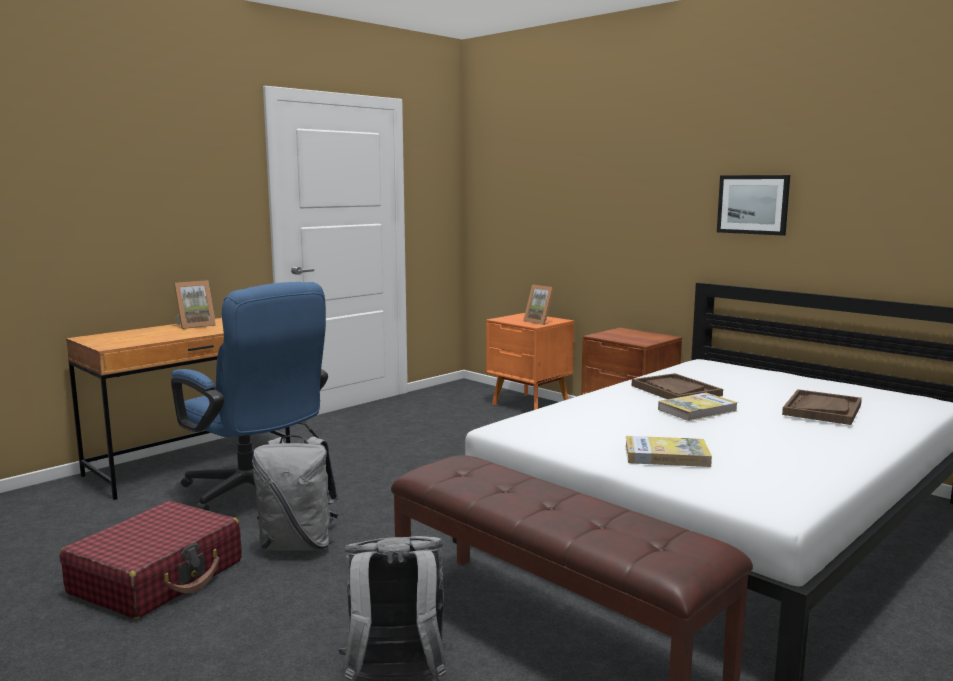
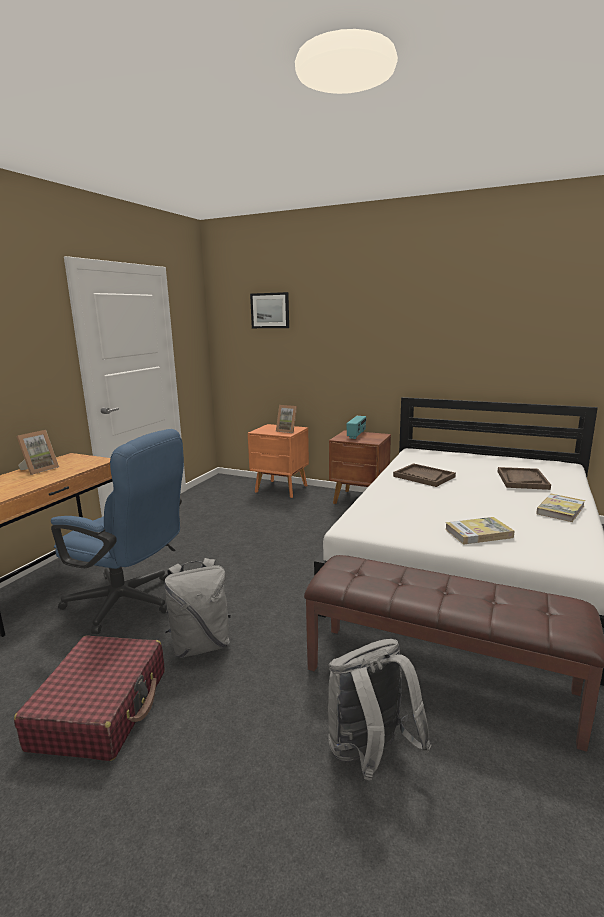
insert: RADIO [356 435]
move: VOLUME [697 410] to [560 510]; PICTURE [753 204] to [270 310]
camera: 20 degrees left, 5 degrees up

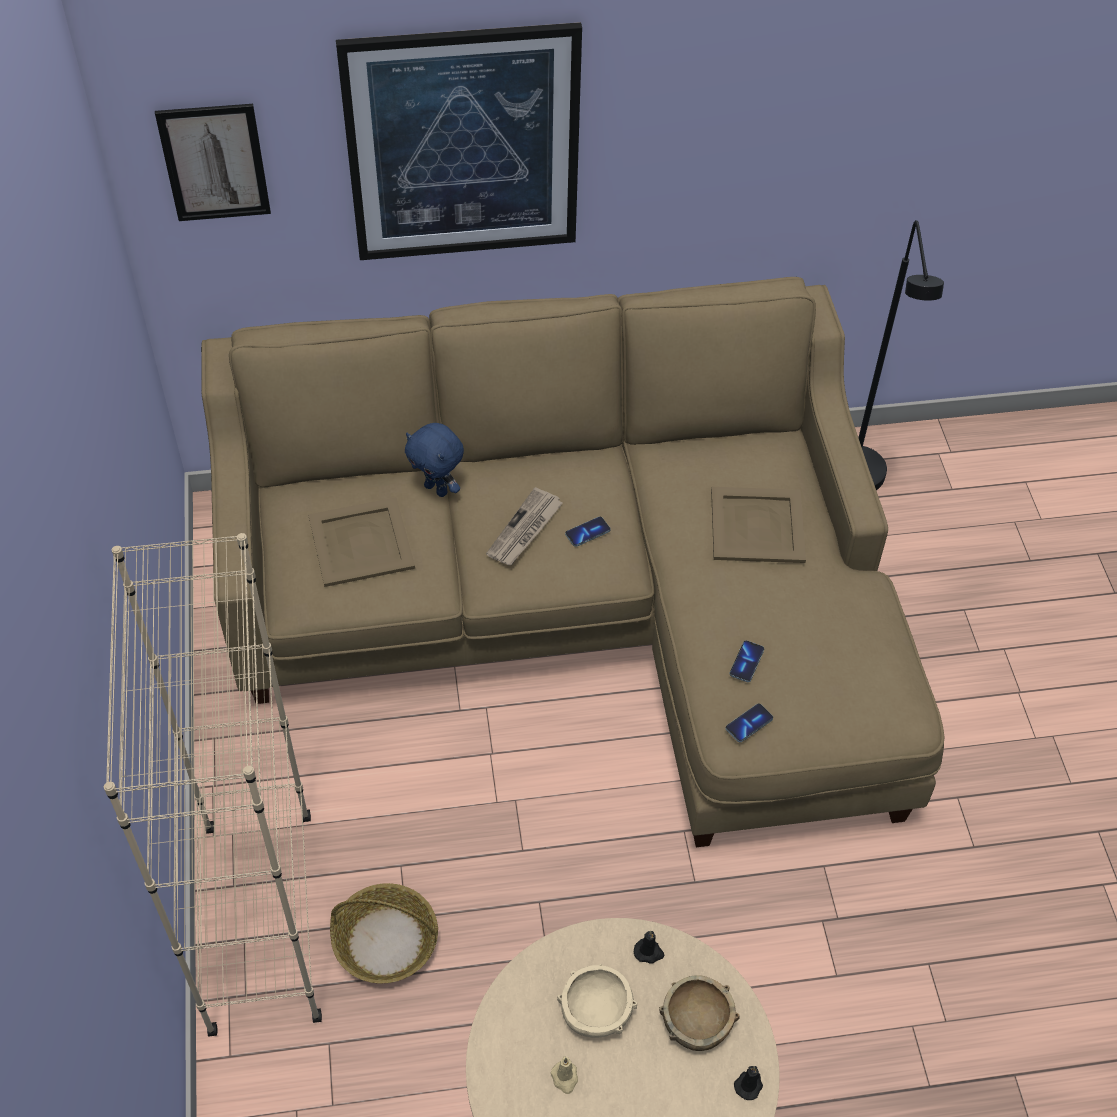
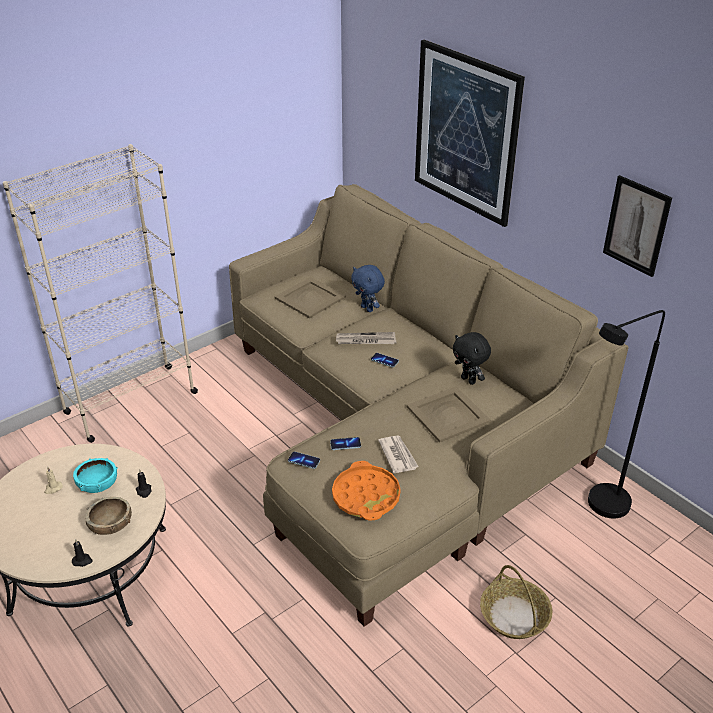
insert: ORANGEY CARRYING TRAY [366 496]; PRINTED PAPER [398 455]; BLACKISH PLUSH TOY [469 380]
move: PICTURE [214 162] to [636 226]; STORAGE BASKET [386 941] to [514 616]
recolor: BEIGE DEEP DISH [596 1011] to TURQUOISE DEEP DISH [97 485]
rotate: BLUE PLUSH TOY [437 489] = [367 308] 45 degrees counterclockwise
camera: 60 degrees right, 15 degrees down

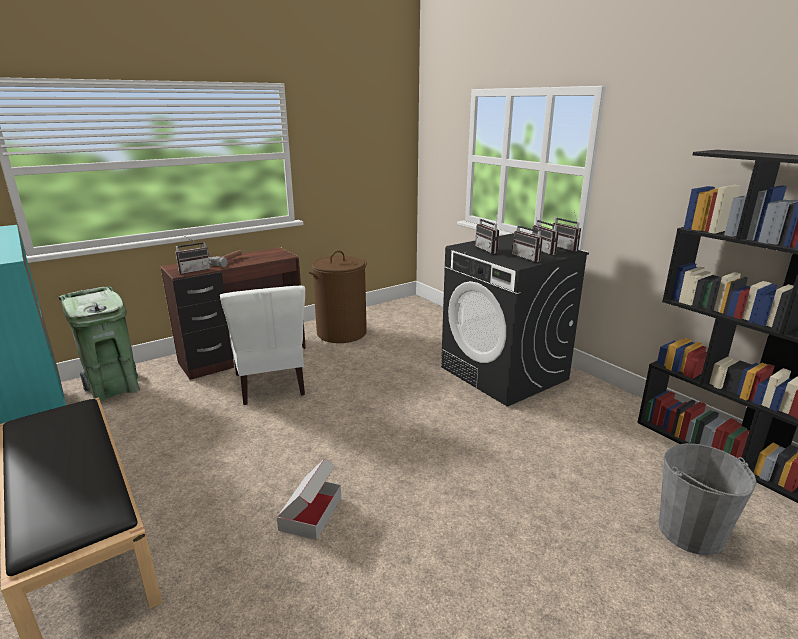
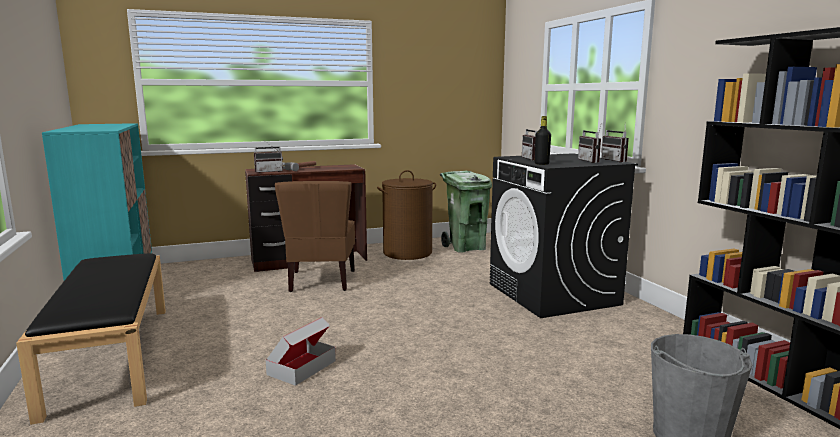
delete: RADIO [529 258]
insert: BLACKISH BOTTLE [541 164]
move: GREEN-COLOURED RUBBISH BIN [114 388] to [466 247]
recolor: WHITE-COLOURED UPRIGHT CHAIR [271 384] to BROWNISH UPRIGHT CHAIR [321 281]
camera: 15 degrees right, 10 degrees down

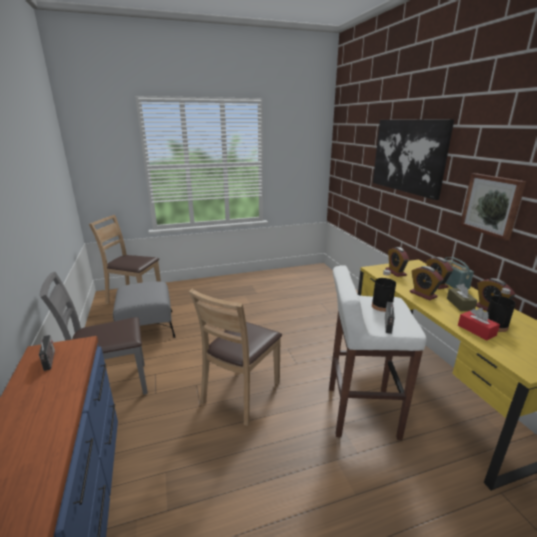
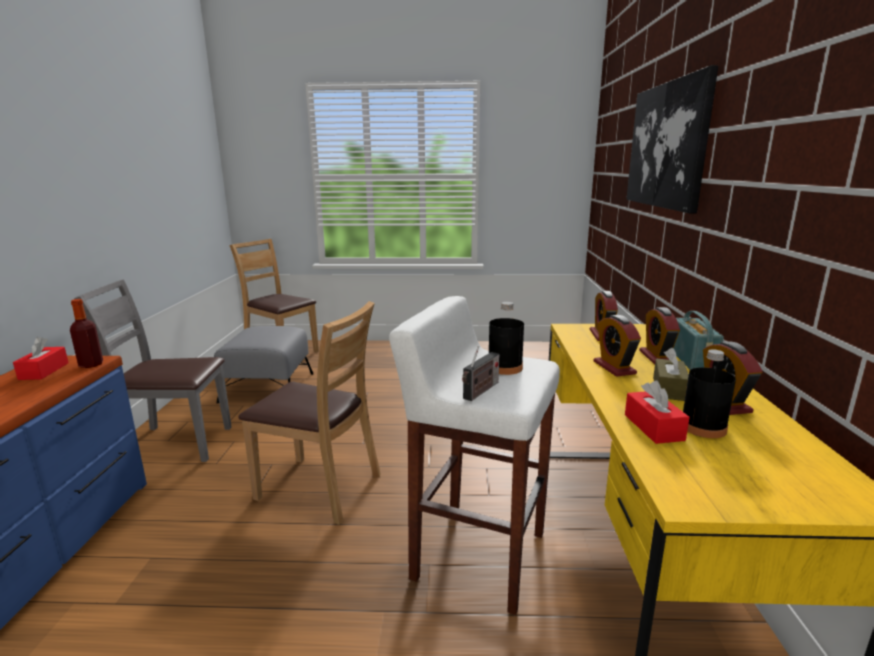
delete: PICTURE [491 205]
insert: BOTTLE [91 364]
replace: RADIO [50 361] to RED-COLOURED TISSUE HOLDER [44 371]
rotate: BROWNISH UPRIGHT CHAIR [241 393] = [320 488] 120 degrees counterclockwise
camera: 20 degrees right, 5 degrees down

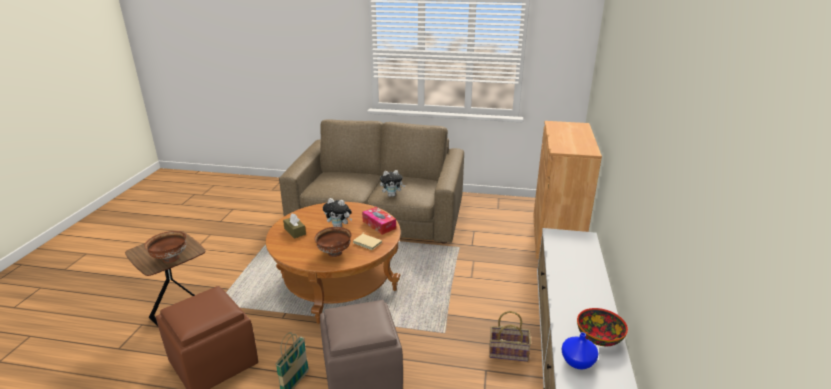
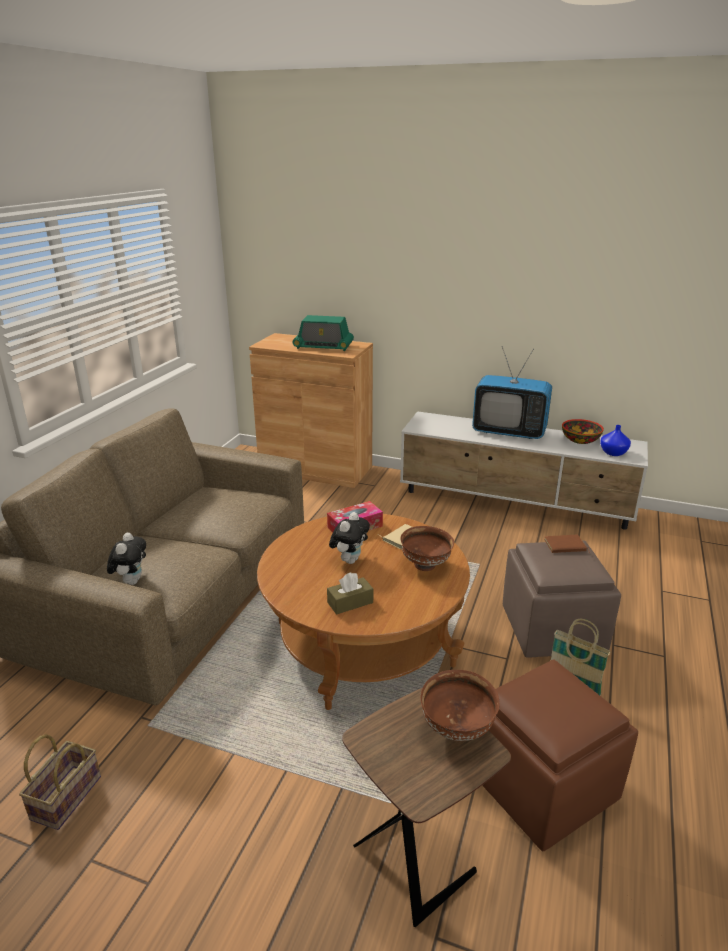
insert: RADIO [323 346]; TELEVISION [509 432]; BROWNISH VOLUME [565 547]
move: PLUSH TOY [392 195] to [131 581]; STORAGE BASKET [509 352] to [66 796]
camera: 80 degrees left, 0 degrees up

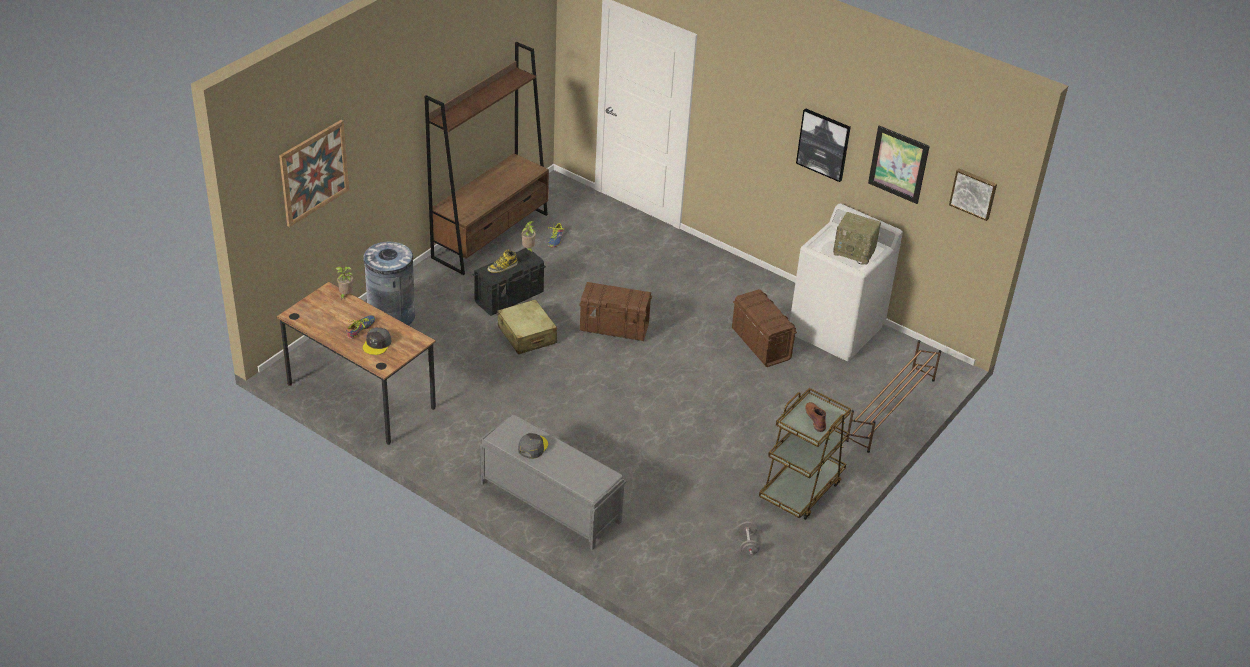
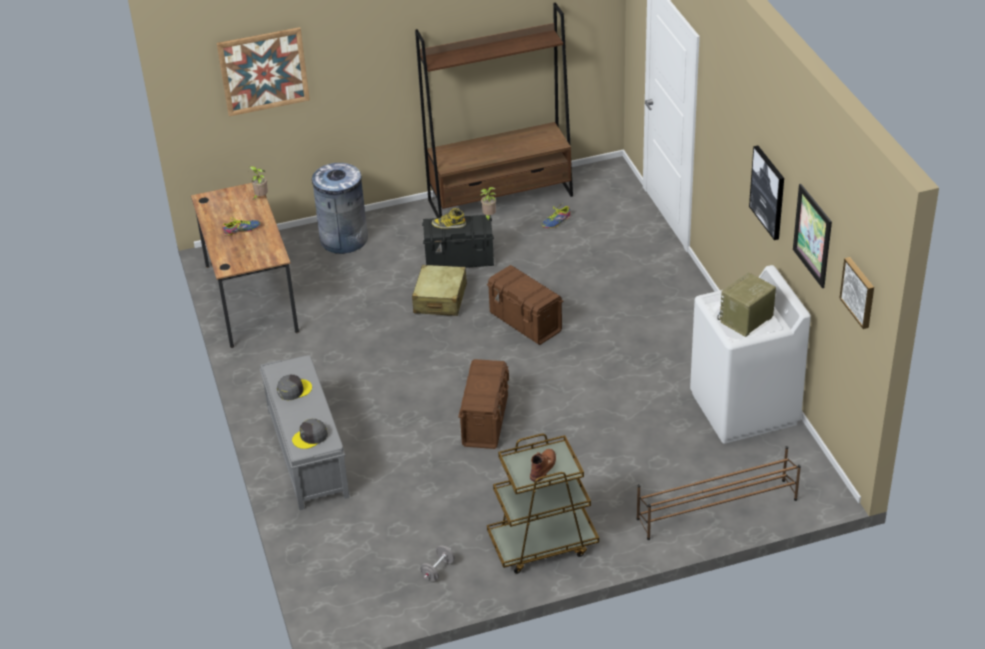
move: GRAY CAP [377 344] to [310 437]; BROWNISH STORAGE BIN [761 343] to [485 421]
rotate: RADIO [855 252] = [746 321] 75 degrees clockwise
camera: 40 degrees right, 0 degrees up

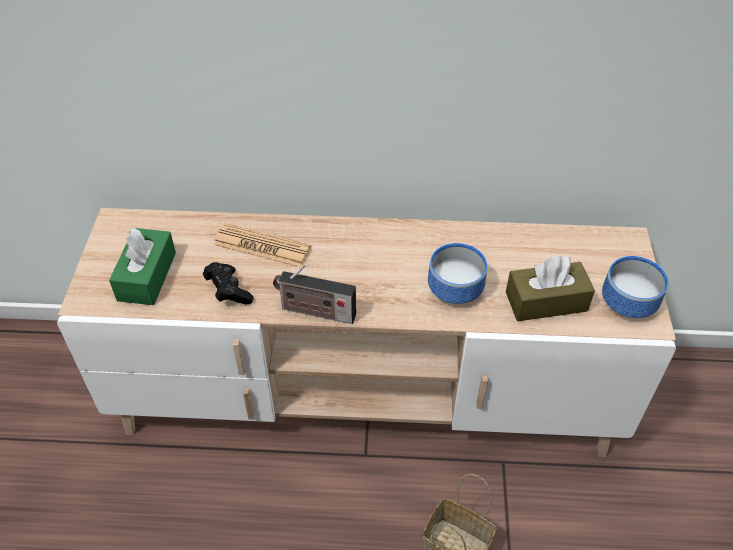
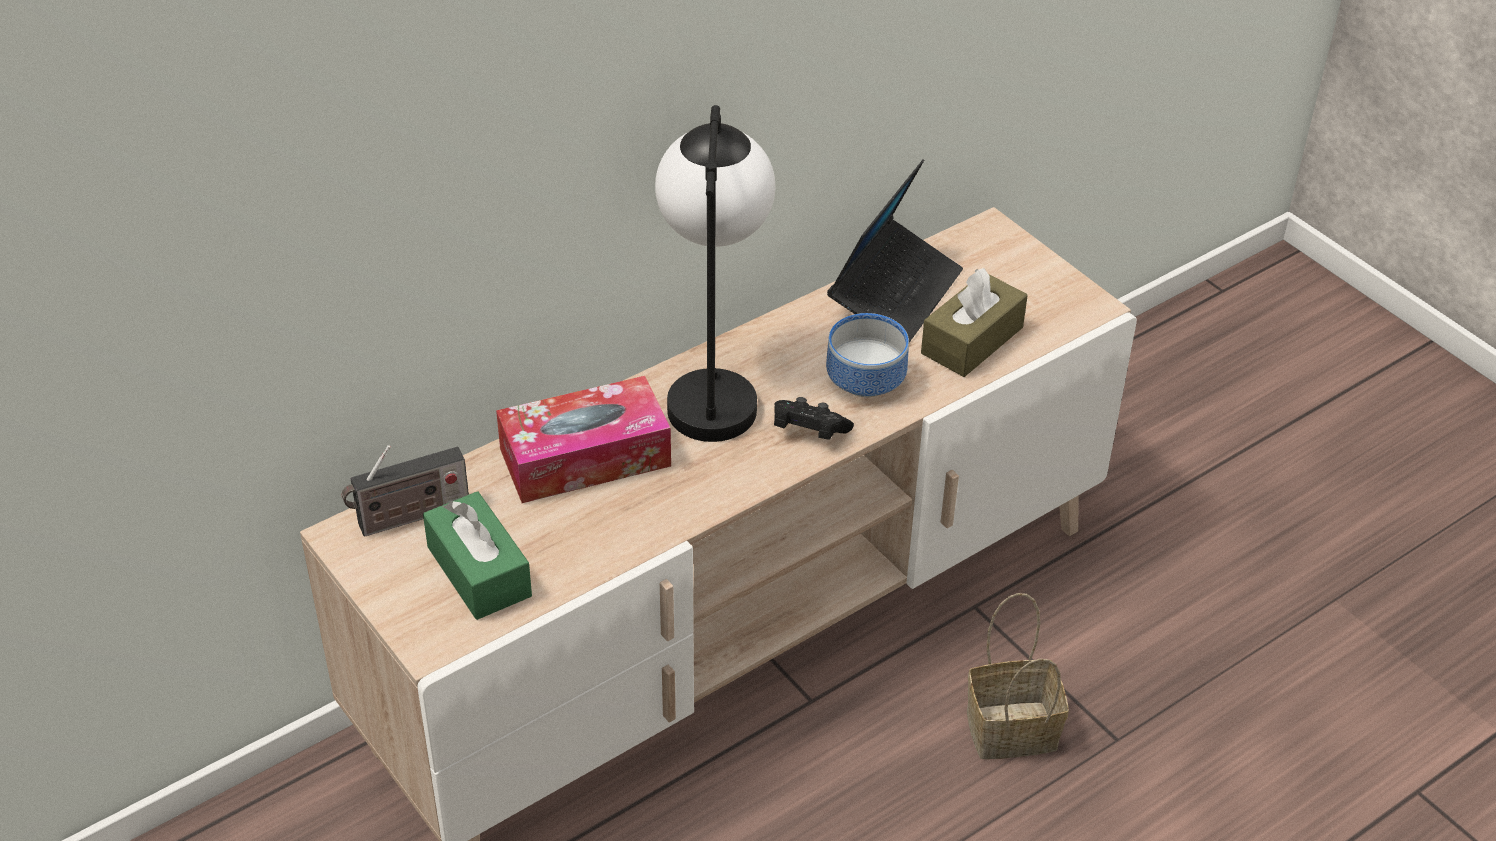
delete: DEEP DISH [625 302]
insert: TABLE LAMP [712 385]; PORTABLE COMPUTER [895 294]
move: BLACKISH JOYPAD [228 291] to [808 432]; RADIO [315 312] to [409 517]
replace: PRINTED PAPER [262 246] to TISSUE HOLDER [585 457]
camera: 40 degrees left, 5 degrees down

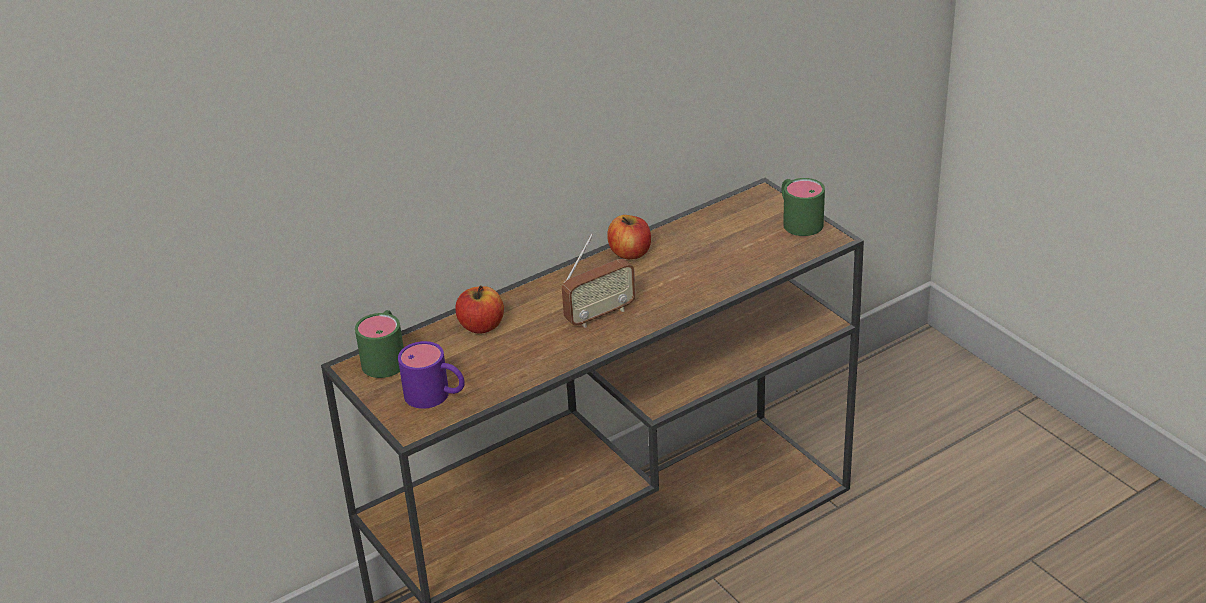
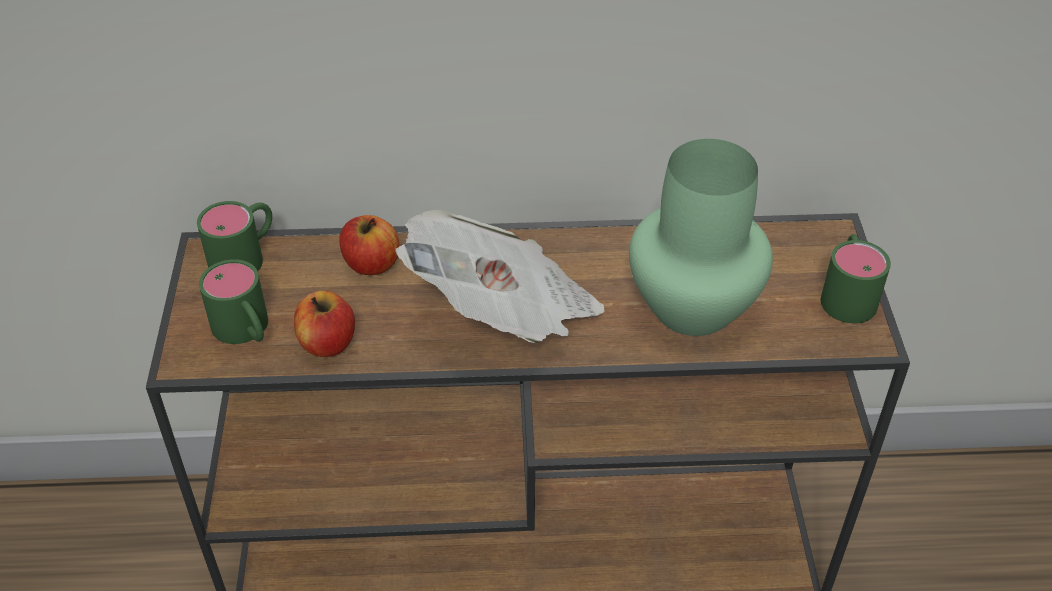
insert: GREEN-COLOURED DECORATIVE VASE [692 305]
move: APPLE FRUIT [630 253] to [328 343]
replace: RADIO [600 315] to PRINTED PAPER [504 313]
recolor: PURPLE TEA MUG [436 396] to GREEN-COLOURED TEA MUG [246 331]
camera: 30 degrees right, 10 degrees up

